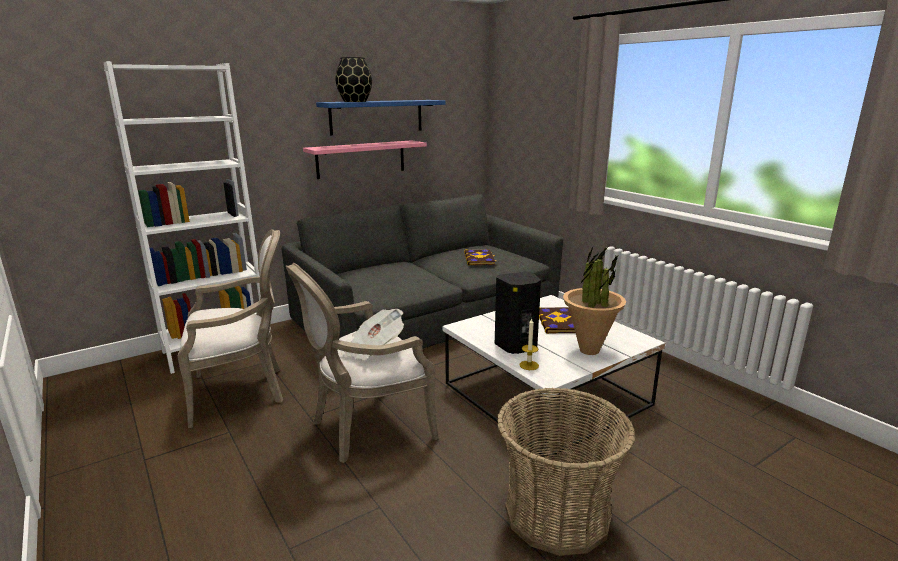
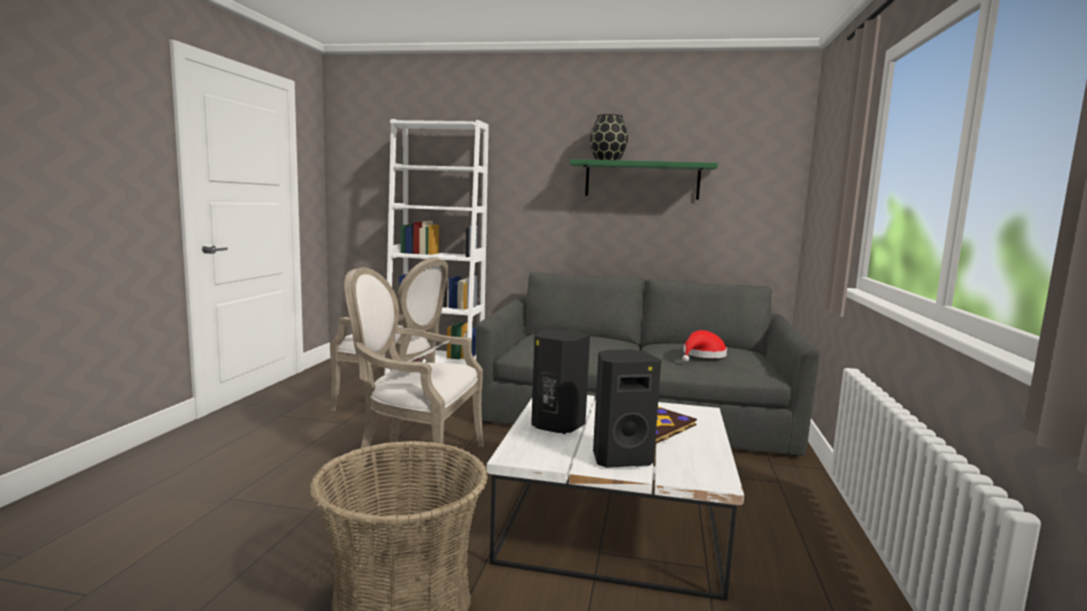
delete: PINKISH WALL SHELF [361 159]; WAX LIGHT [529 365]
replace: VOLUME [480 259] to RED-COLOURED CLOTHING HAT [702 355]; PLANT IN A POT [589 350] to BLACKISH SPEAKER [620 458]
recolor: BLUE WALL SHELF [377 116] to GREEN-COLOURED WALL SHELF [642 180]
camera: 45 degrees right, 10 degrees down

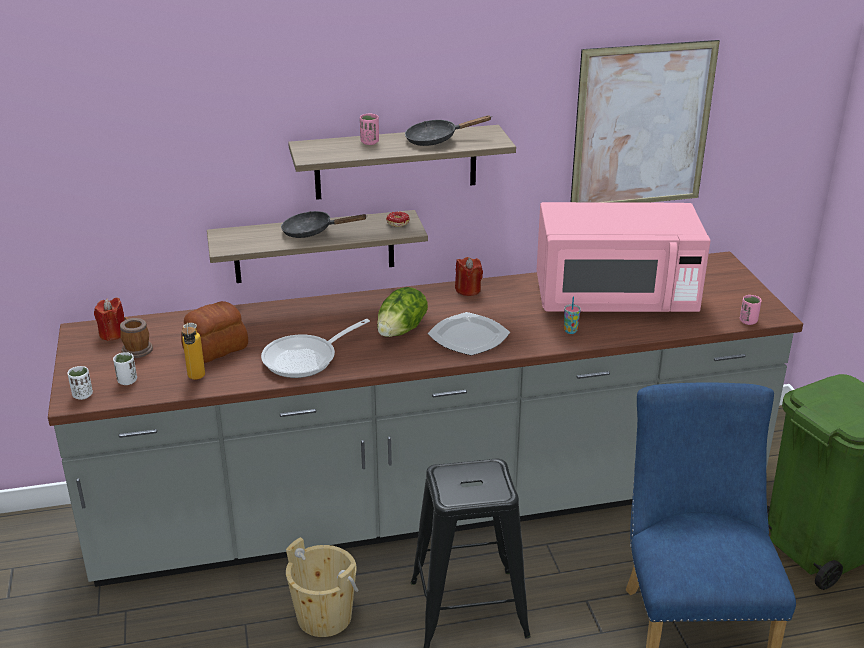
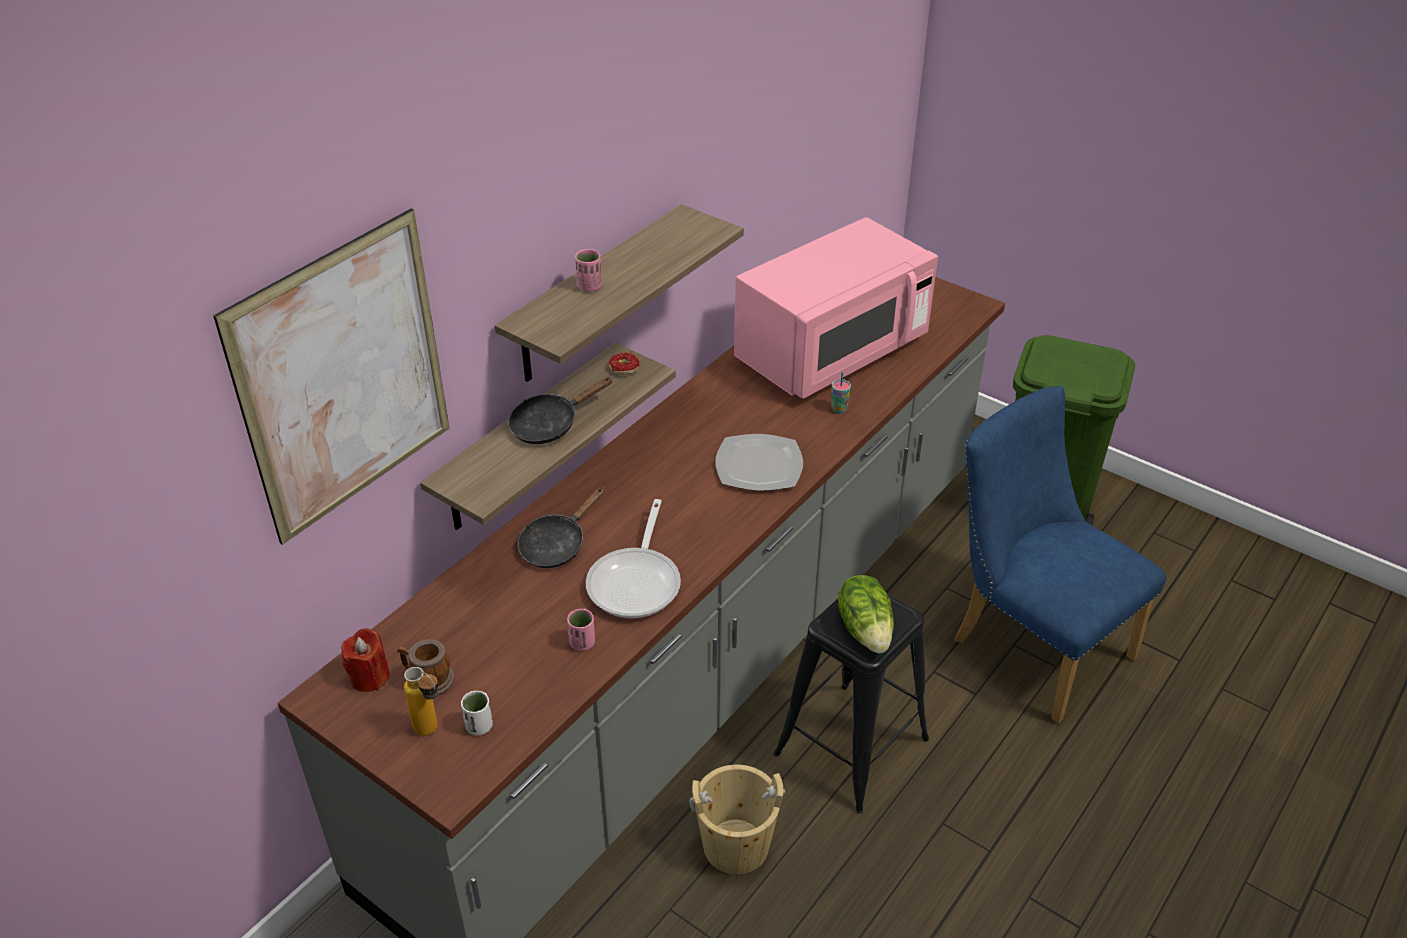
delete: WHITE-COLOURED CUP [82 395]; BAKERY BREAD [217 349]; RED-COLOURED WAX LIGHT [468 290]
move: BOTTLE [196 379] to [432 733]; LETTUCE [402 330] to [866 629]; BLACKISH PAN [436 139] to [557 544]; PICTURE [642 126] to [344 378]; PINKISH CUP [748 321] to [582 643]
camera: 40 degrees left, 10 degrees up

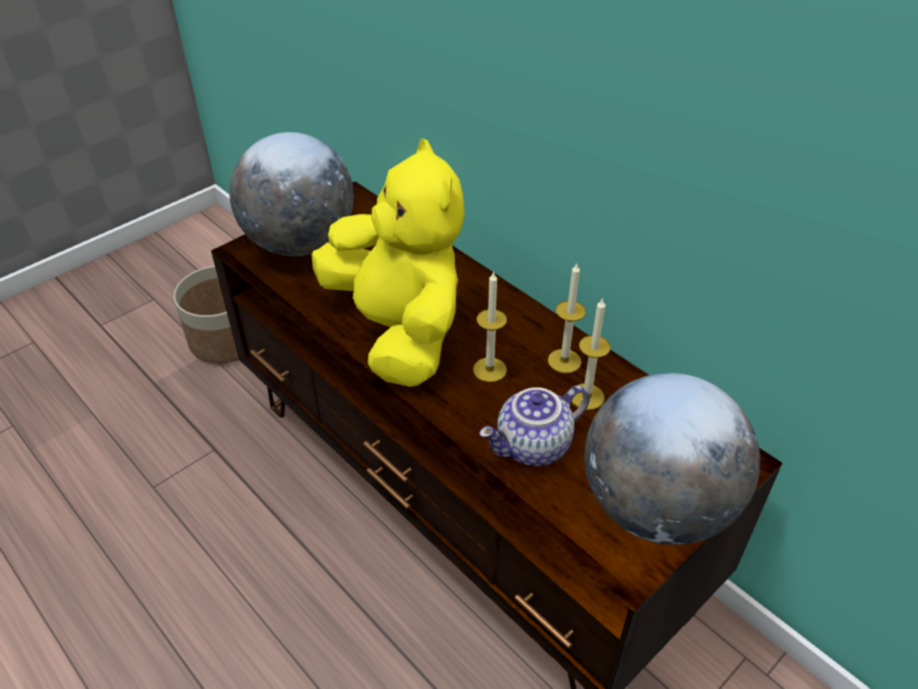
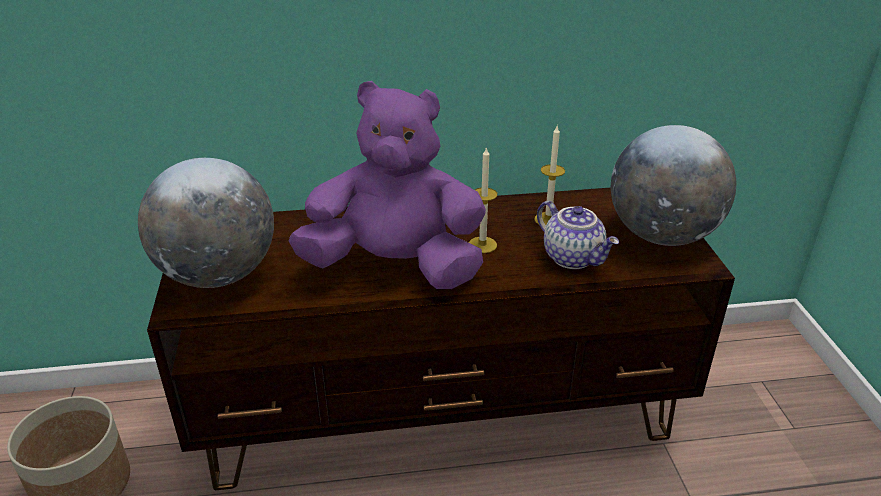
delete: WAX LIGHT [564 361]
recolor: YELLOW-COLOURED PLUSH TOY [399 331] to PURPLE PLUSH TOY [395 267]
rotate: TEAPOT [533 447] = [574 257] 45 degrees counterclockwise
camera: 55 degrees left, 10 degrees down

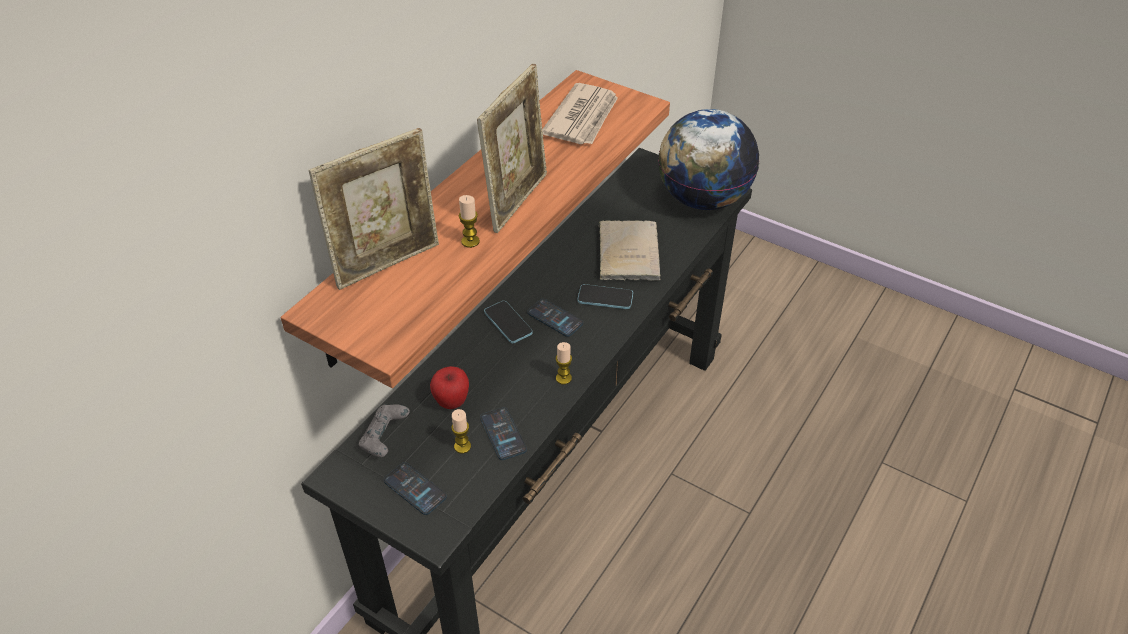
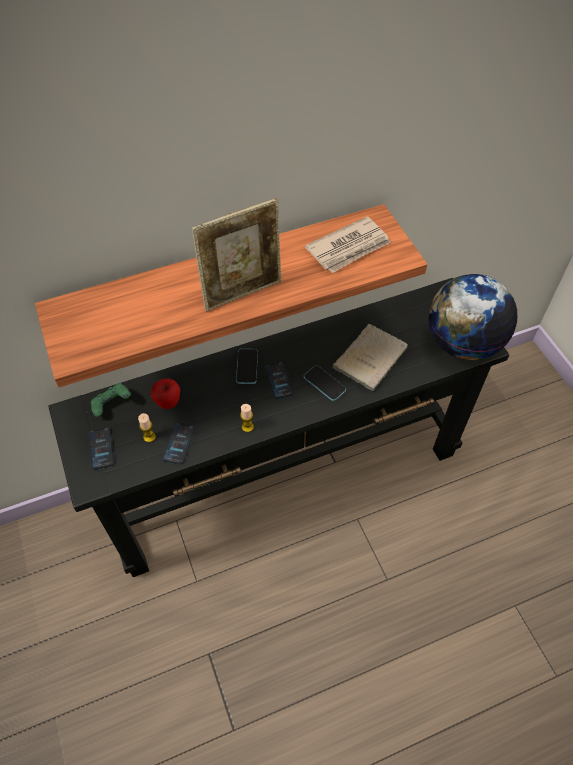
delete: PHOTO FRAME [387 262]; WAX LIGHT [470 241]
recolor: GRAY JOYPAD [385 439] to GREEN-COLOURED JOYPAD [112 405]
camera: 35 degrees right, 10 degrees up

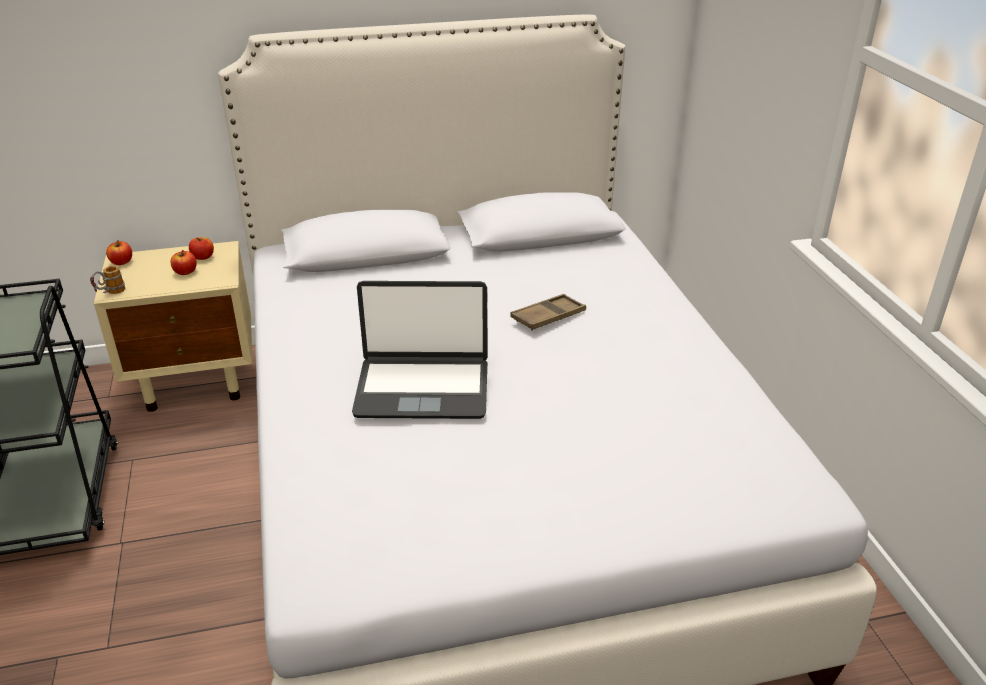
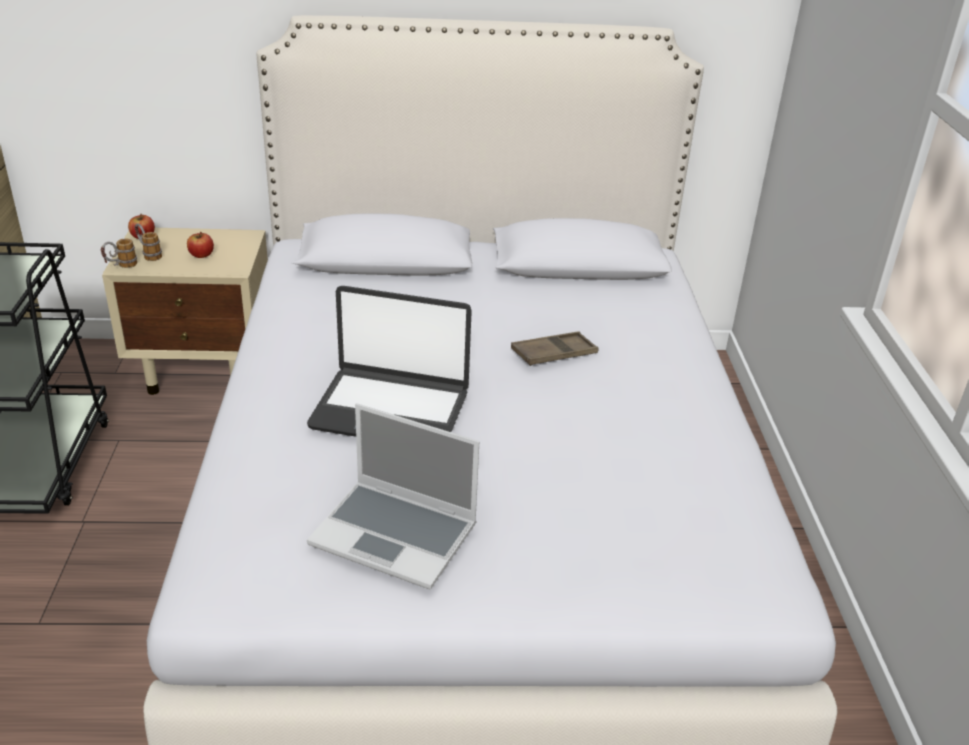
delete: APPLE FRUIT [203 257]
insert: TEA MUG [148 254]; PORTABLE COMPUTER [396 535]
camera: 10 degrees right, 0 degrees up

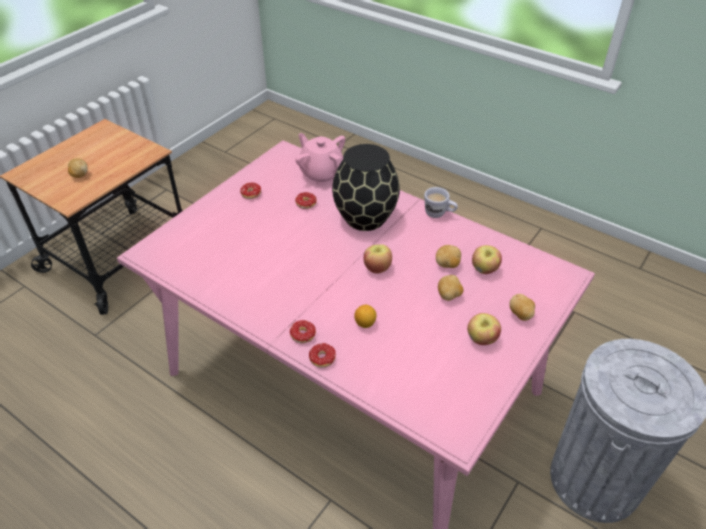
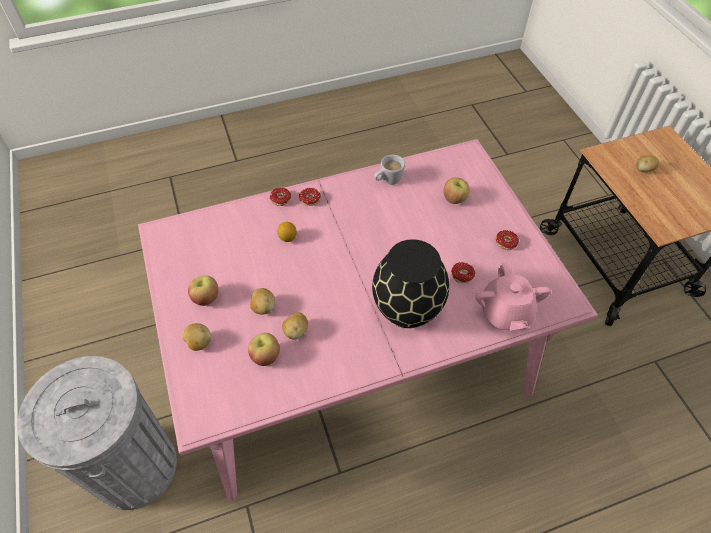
move: APPLE FRUIT [377 268] to [454 199]; WHITE-COLOURED TEA MUG [439 214] to [388 181]
rotate: PINKISH TEAPOT [321 173] = [505 313] 90 degrees clockwise
camera: 125 degrees right, 10 degrees up

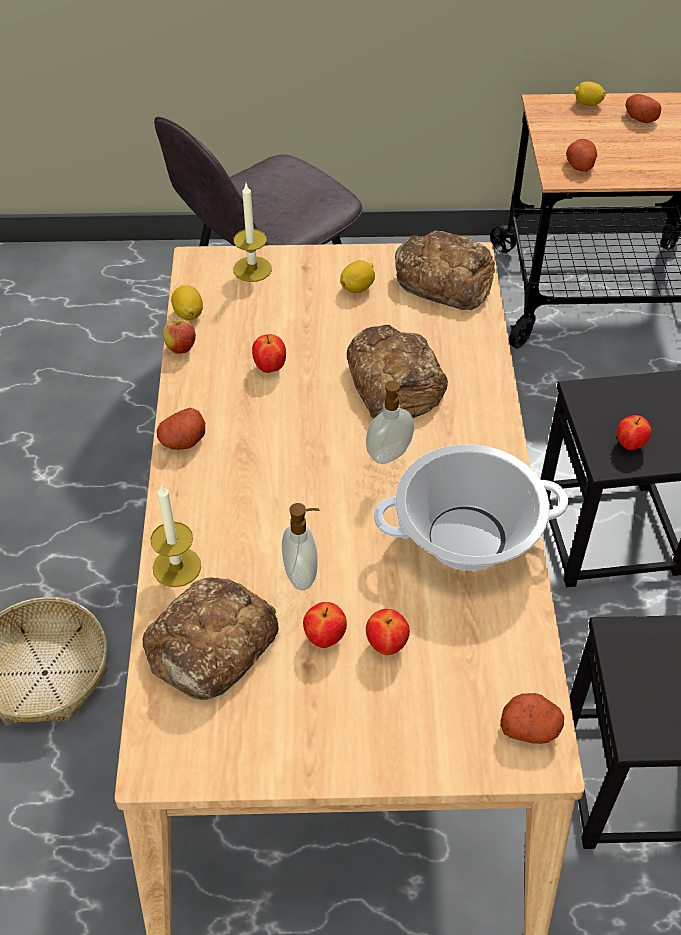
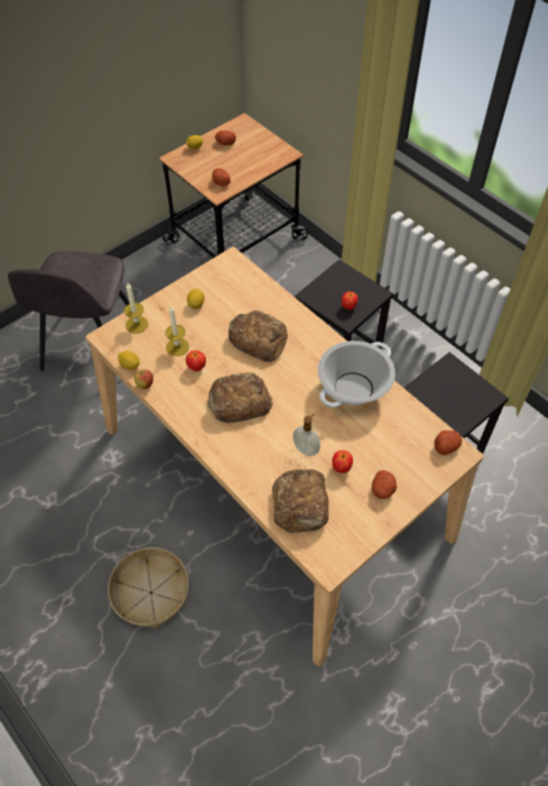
delete: LIQUID SOAP BOTTLE [390 455]; APPLE FRUIT [386 645]
move: WAX LIGHT [177 567] to [177 347]; WHOLE POTATO [183 441] to [383 490]; BAKERY BREAD [444 279] to [238 402]
camera: 40 degrees left, 5 degrees up

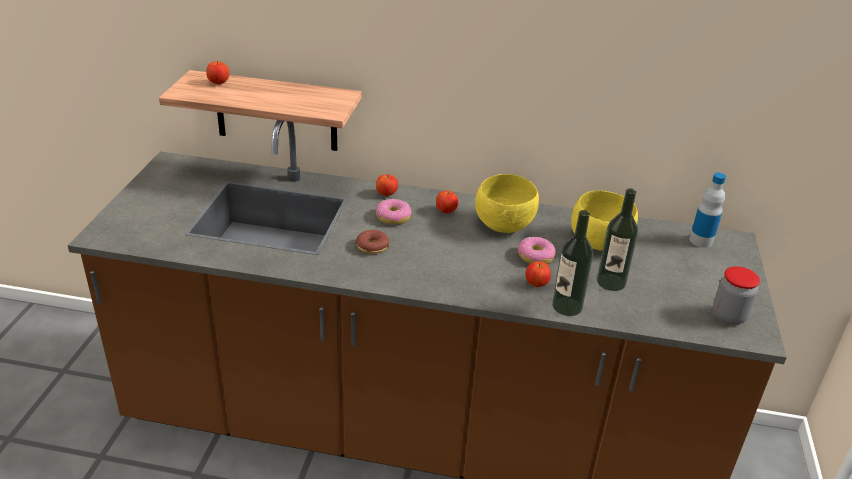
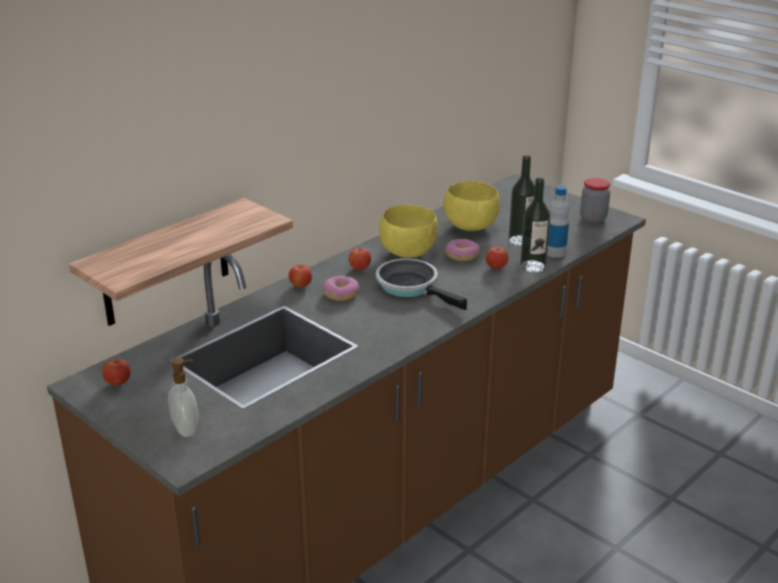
delete: RING DOUGHNUT [372 246]
insert: LIQUID SOAP BOTTLE [187 429]; PAN [411 287]
move: APPLE FRUIT [219 83] to [118 383]; BOTTLE [701 241] to [555 252]
camera: 55 degrees left, 5 degrees down

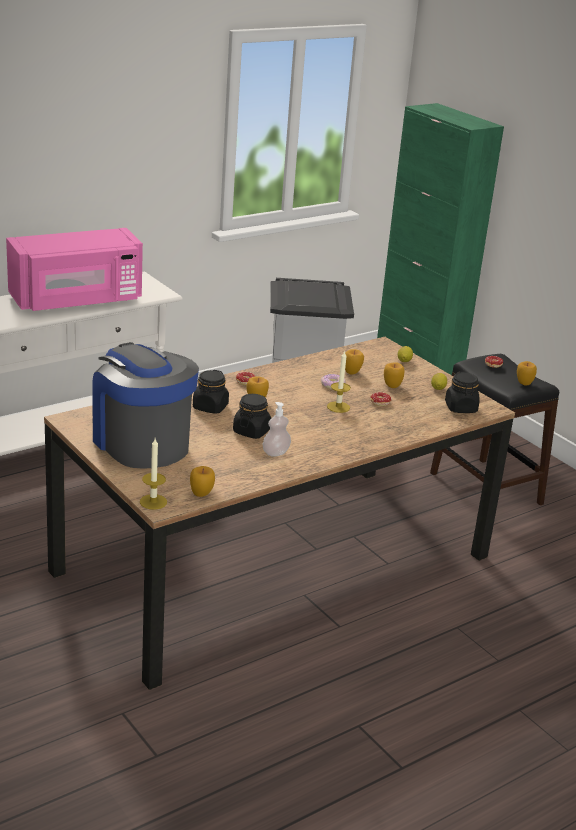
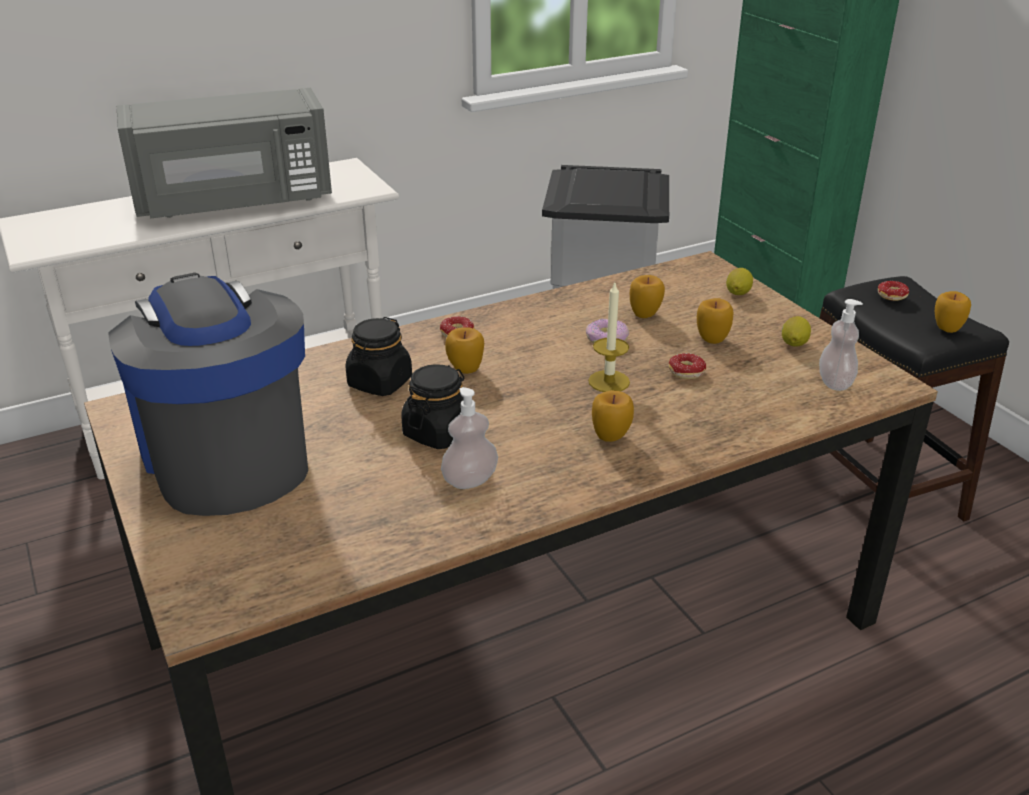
delete: WAX LIGHT [153 502]
move: APPLE FRUIT [201 494] to [611 437]
replace: BLACKISH JAR [461 408] to LIQUID SOAP BOTTLE [835 382]
recolor: PINKISH MICROWAVE [77 300] to GRAY MICROWAVE [235 202]
camera: 10 degrees right, 5 degrees up

